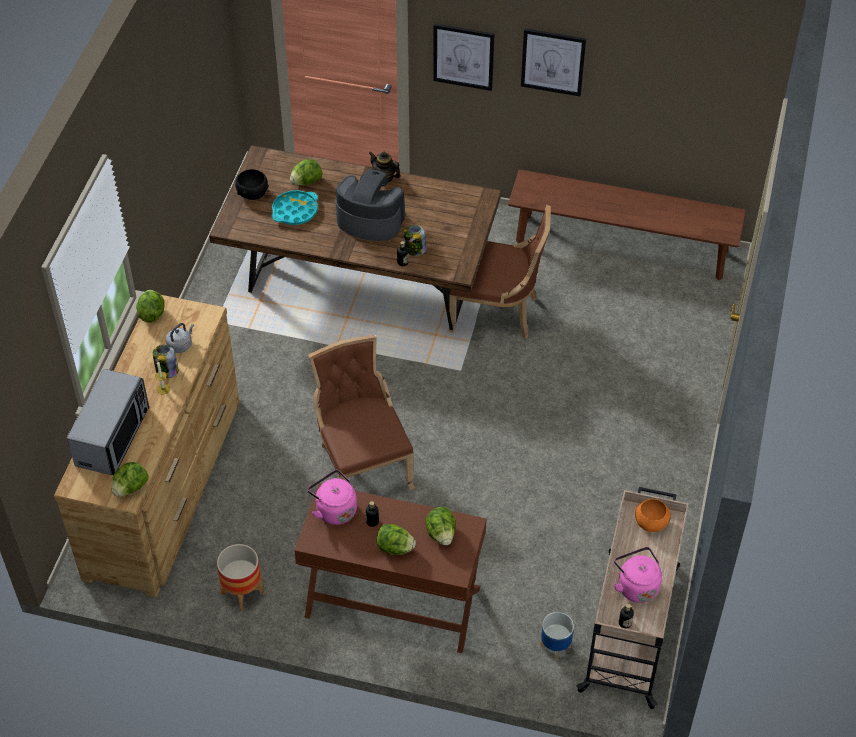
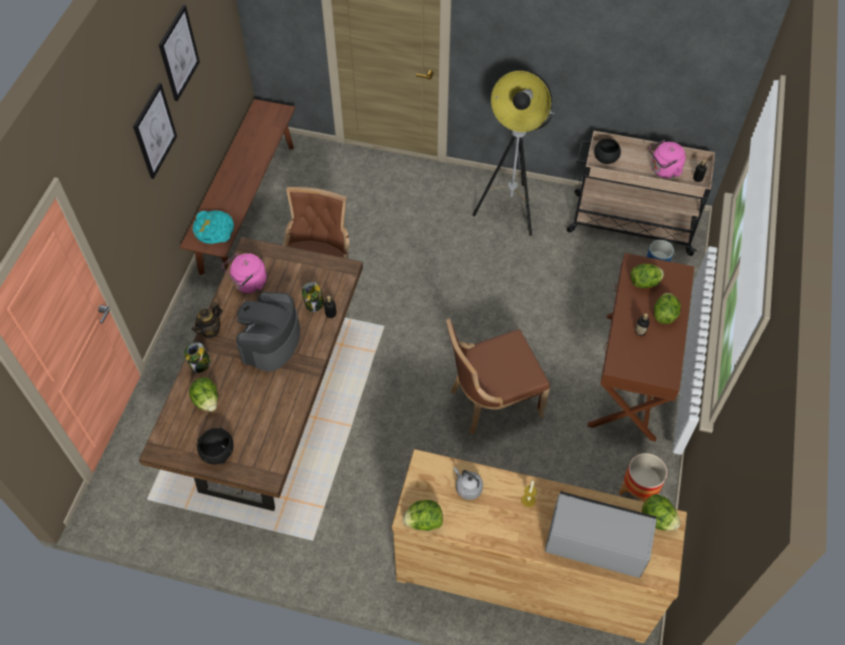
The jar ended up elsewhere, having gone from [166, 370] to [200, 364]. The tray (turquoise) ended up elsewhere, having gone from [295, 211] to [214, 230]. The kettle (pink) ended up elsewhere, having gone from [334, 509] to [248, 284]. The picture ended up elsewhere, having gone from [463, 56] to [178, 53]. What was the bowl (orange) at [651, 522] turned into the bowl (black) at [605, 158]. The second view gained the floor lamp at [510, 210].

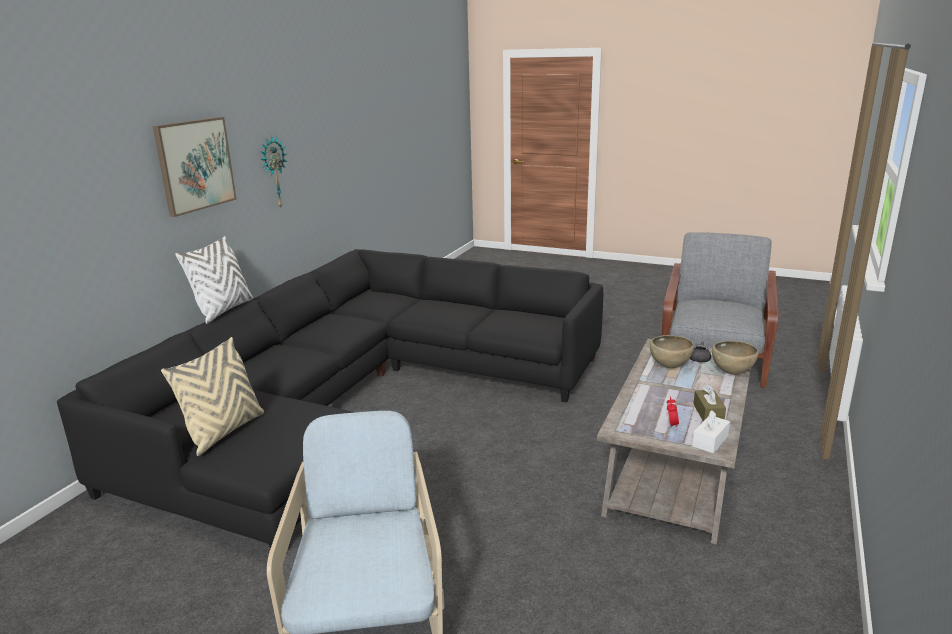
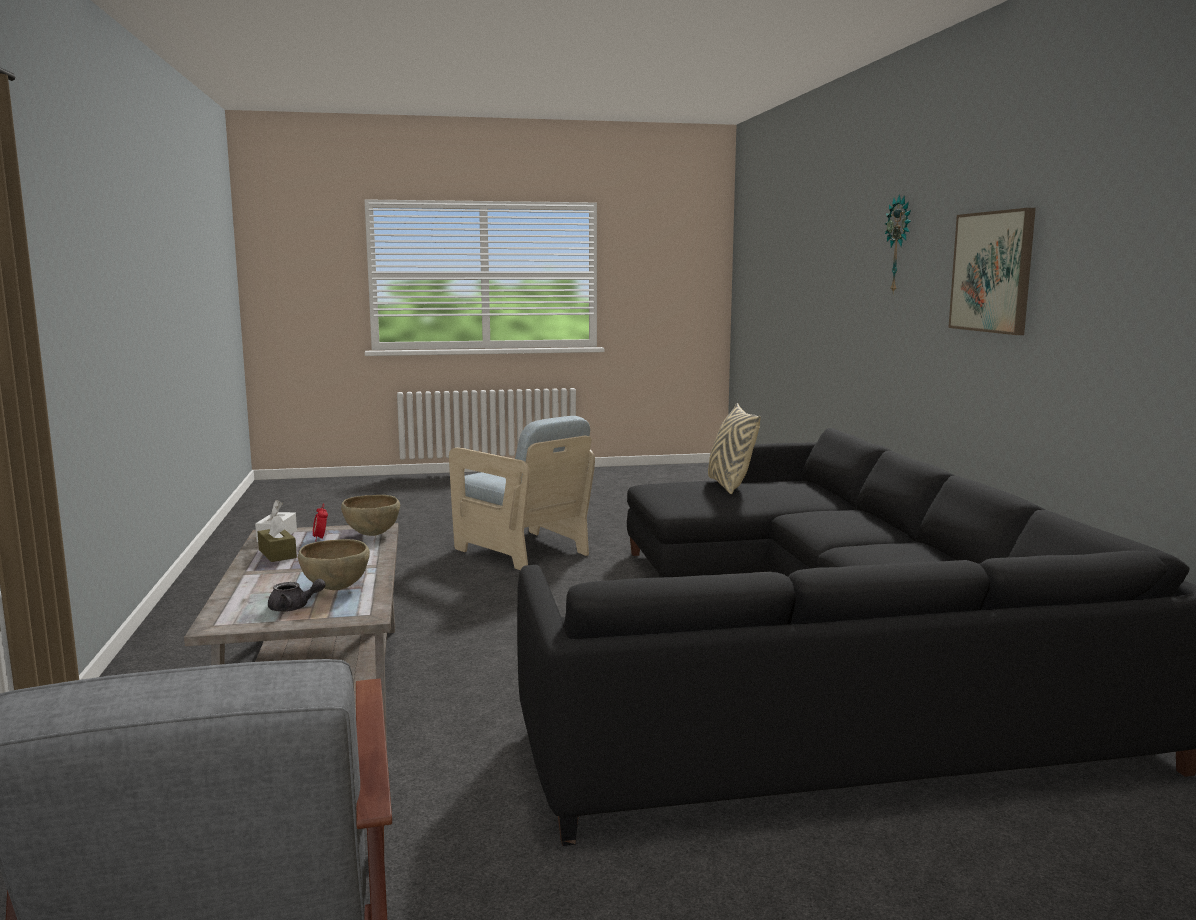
The second view lost the pillow (white) at [223, 310]. The wall clock ended up elsewhere, having gone from [273, 172] to [900, 244]. The bowl (brown) ended up elsewhere, having gone from [732, 373] to [371, 535].

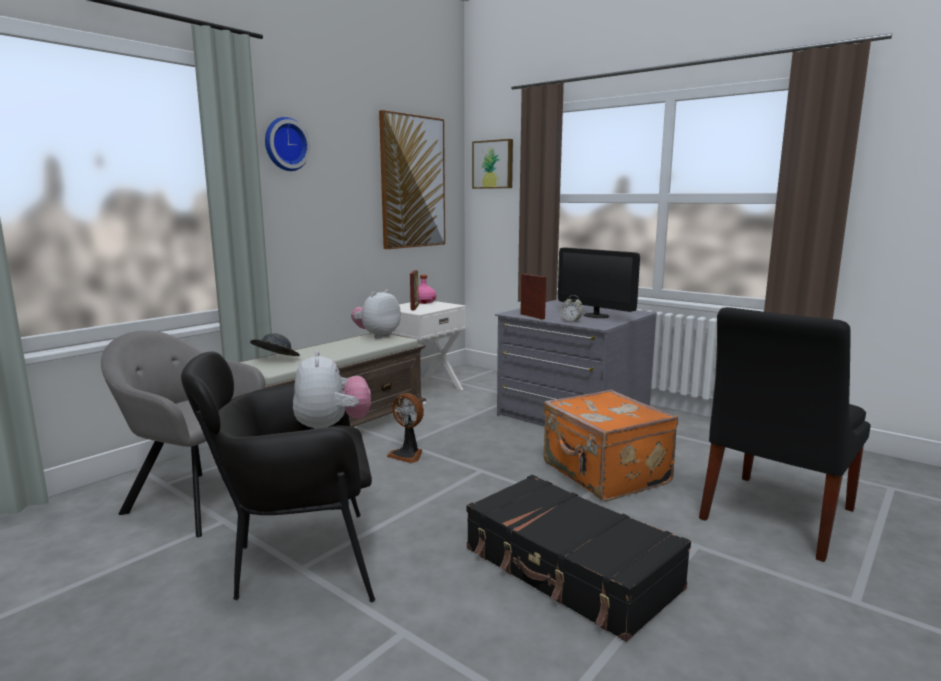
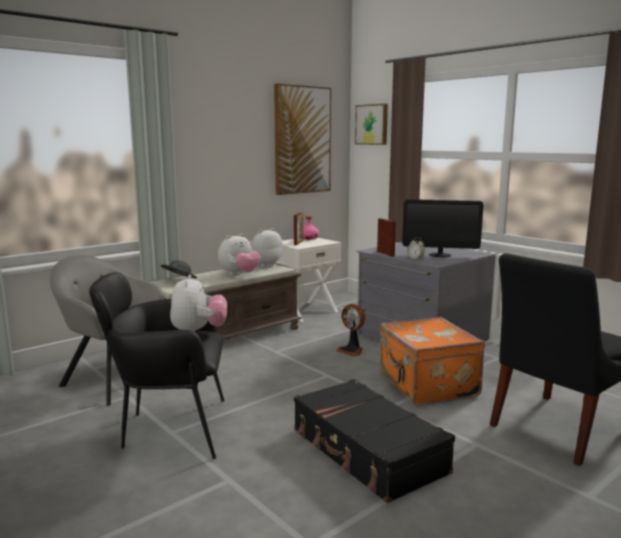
The second view lost the wall clock at [285, 144]. The fan ended up elsewhere, having gone from [407, 455] to [351, 351]. The monitor at [596, 316] ended up facing another way, 45 degrees counterclockwise from before. The second view gained the plush toy at [239, 274].

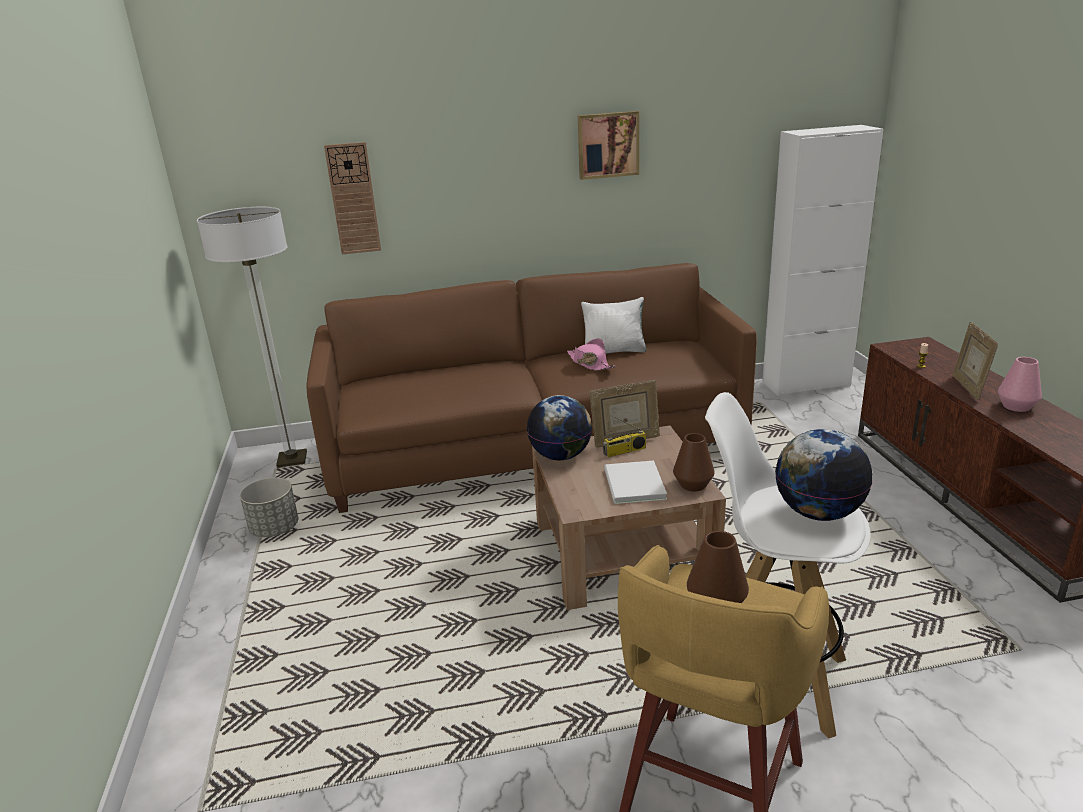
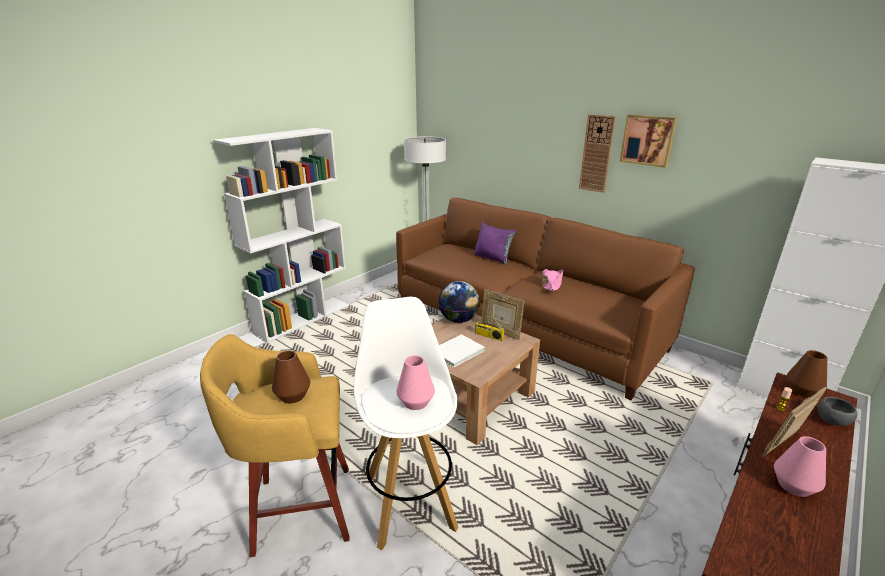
The second view lost the planter (grey) at [275, 529]. The wall clock ended up elsewhere, having gone from [353, 199] to [597, 153]. The second view lost the pillow (white) at [615, 351]. The vase (brown) ended up elsewhere, having gone from [693, 484] to [802, 391]. Where the globe stood at [818, 512], the vase (pink) came to stand at [415, 402]. The second view gained the bookcase (white) at [303, 318]. The second view gained the pillow (purple) at [493, 258]. The second view gained the bowl (grey) at [833, 420].

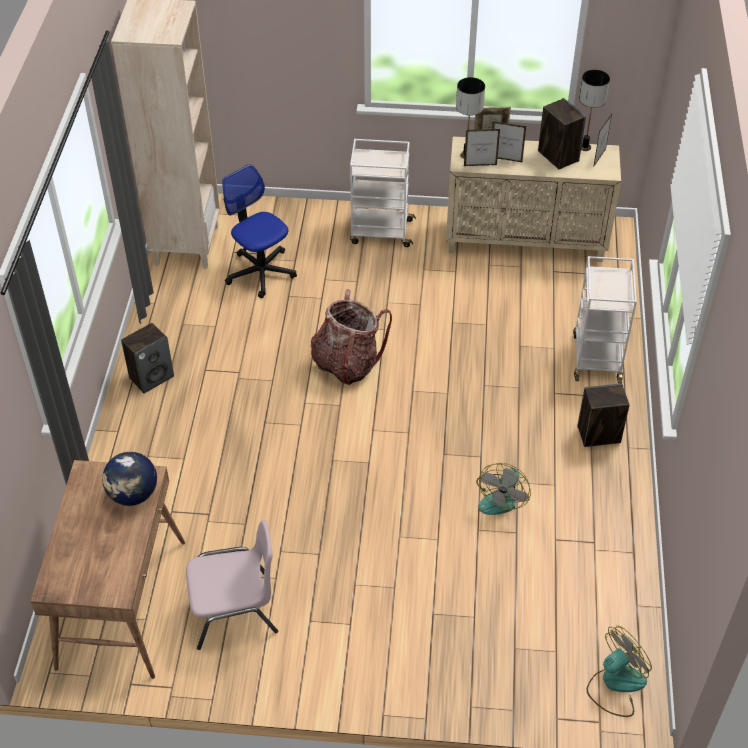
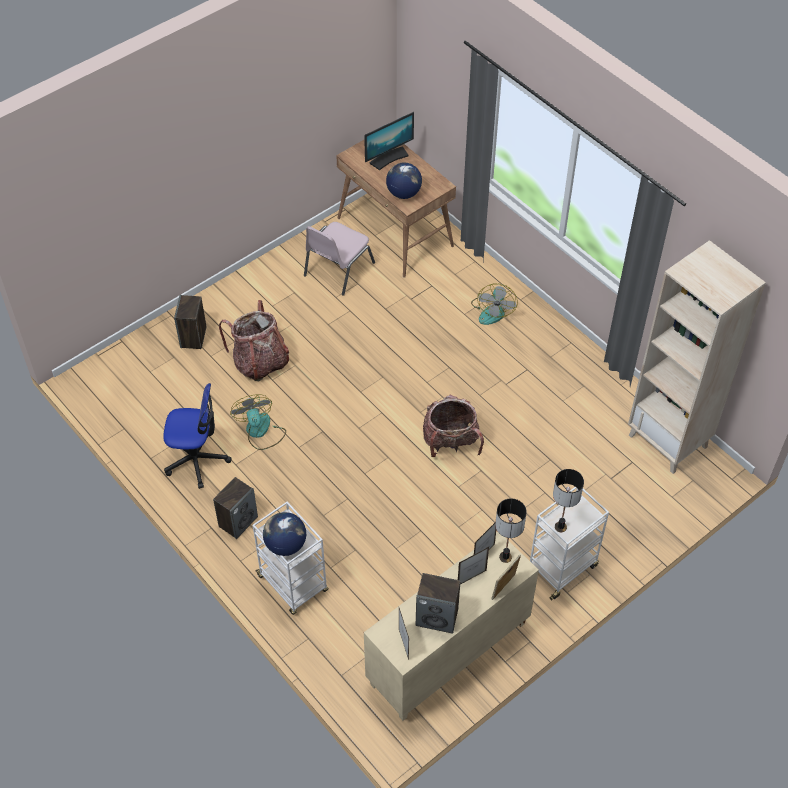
The speaker ended up elsewhere, having gone from [151, 377] to [193, 337]. The office chair ended up elsewhere, having gone from [261, 272] to [197, 459]. The table lamp ended up elsewhere, having gone from [585, 147] to [560, 527]. The fan ended up elsewhere, having gone from [615, 684] to [492, 310]. The second view gained the backpack at [260, 362]. The second view gained the globe at [285, 545]. The second view gained the monitor at [388, 158].

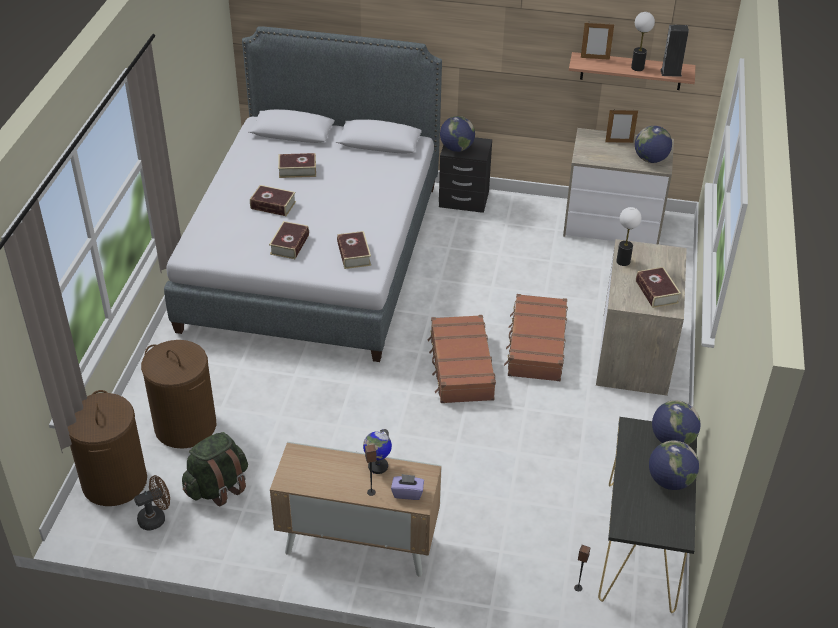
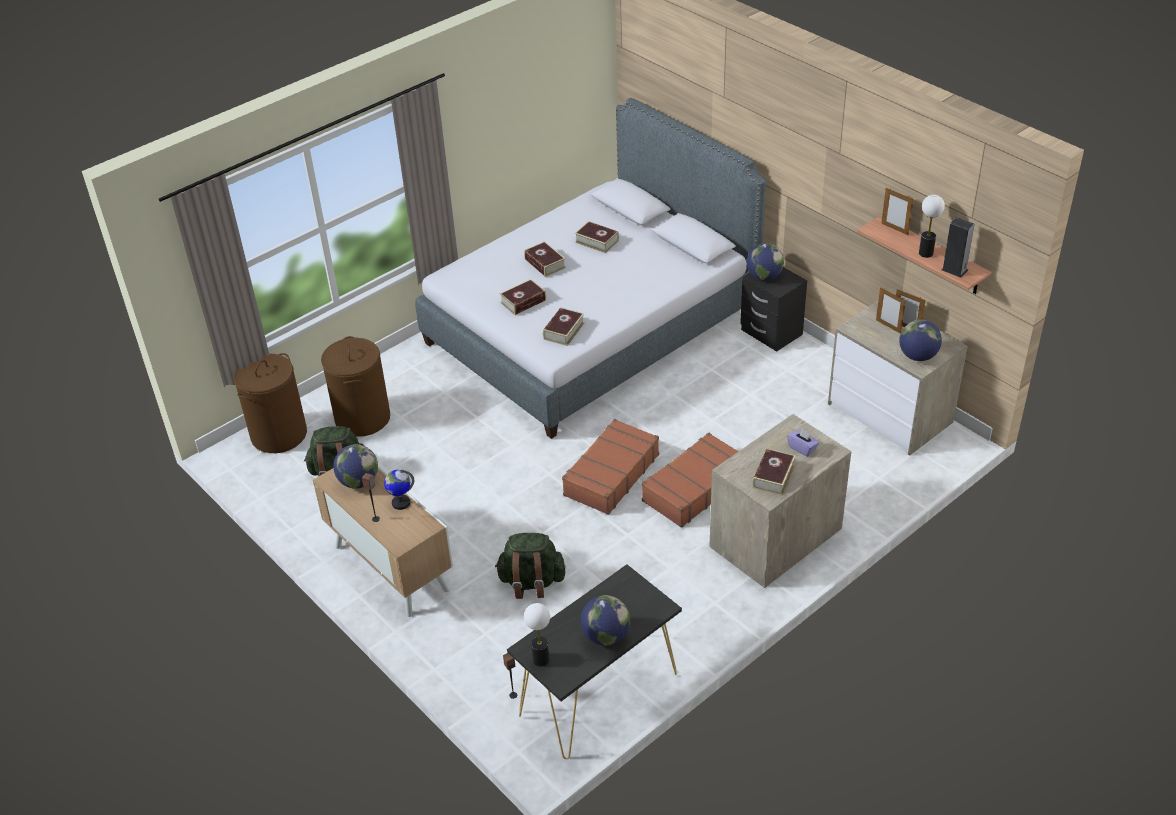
The second view lost the fan (brown) at [156, 518]. The tissue box (purple) ended up elsewhere, having gone from [407, 493] to [802, 448]. The table lamp ended up elsewhere, having gone from [623, 261] to [541, 659]. The globe ended up elsewhere, having gone from [672, 440] to [358, 482]. The second view gained the backpack (green) at [531, 582]. The second view gained the picture frame at [888, 326].

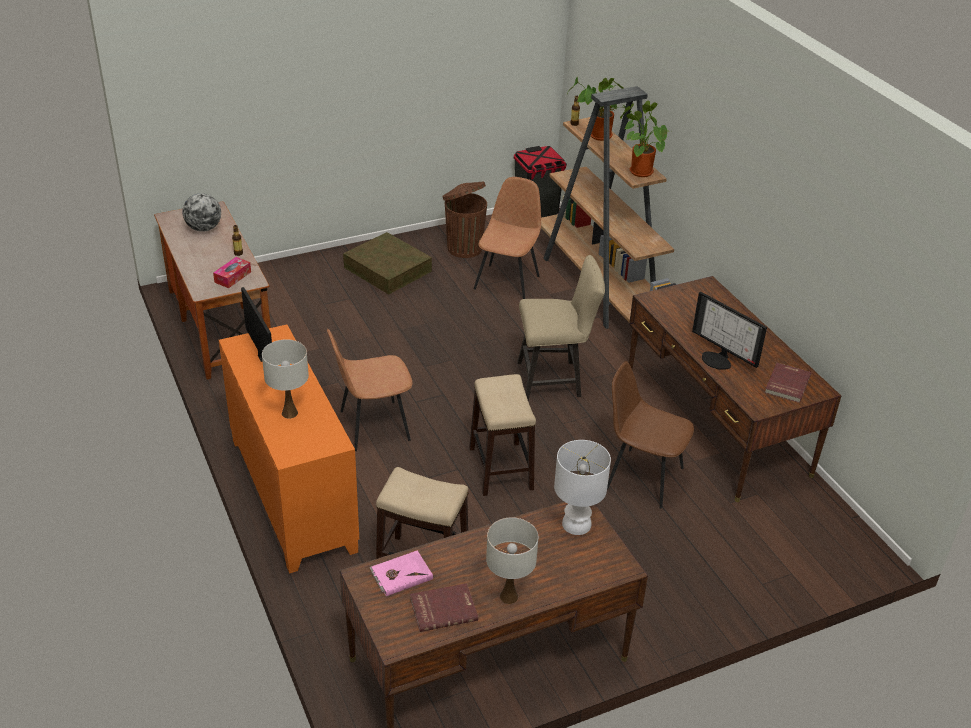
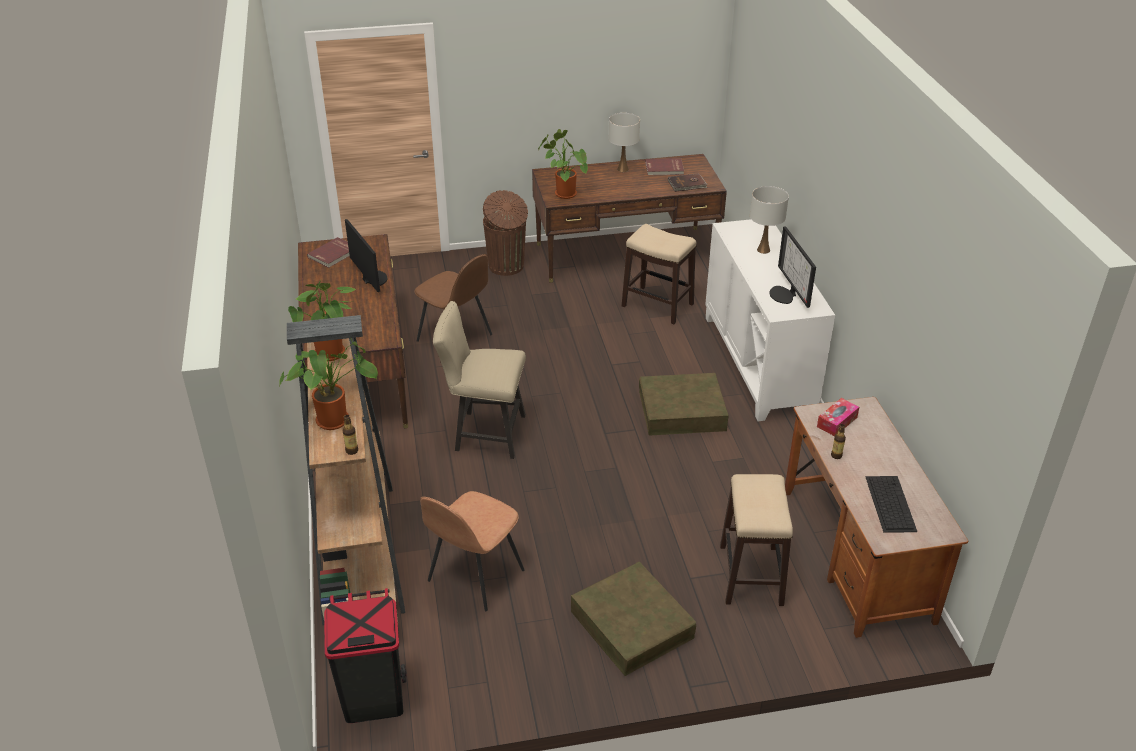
Where the globe stood at [204, 228], the keyboard came to stand at [890, 503]. What was the cabinet (orange) at [291, 494] turned into the cabinet (white) at [759, 363]. Where the chair (brown) stood at [372, 426], the storage box (brown) came to stand at [682, 411]. What was the book (pink) at [401, 574] turned into the book (brown) at [687, 184]. The trash can (brown) ended up elsewhere, having gone from [463, 248] to [506, 266]. The stool ended up elsewhere, having gone from [501, 469] to [751, 574]. Where the table lamp (white) stood at [576, 525], the potted plant came to stand at [563, 193].

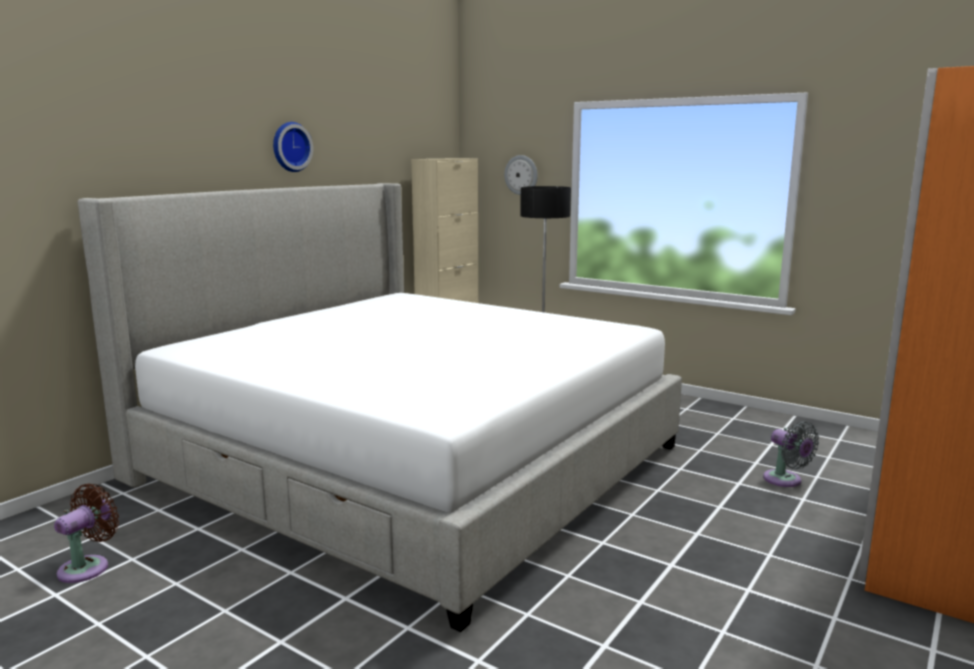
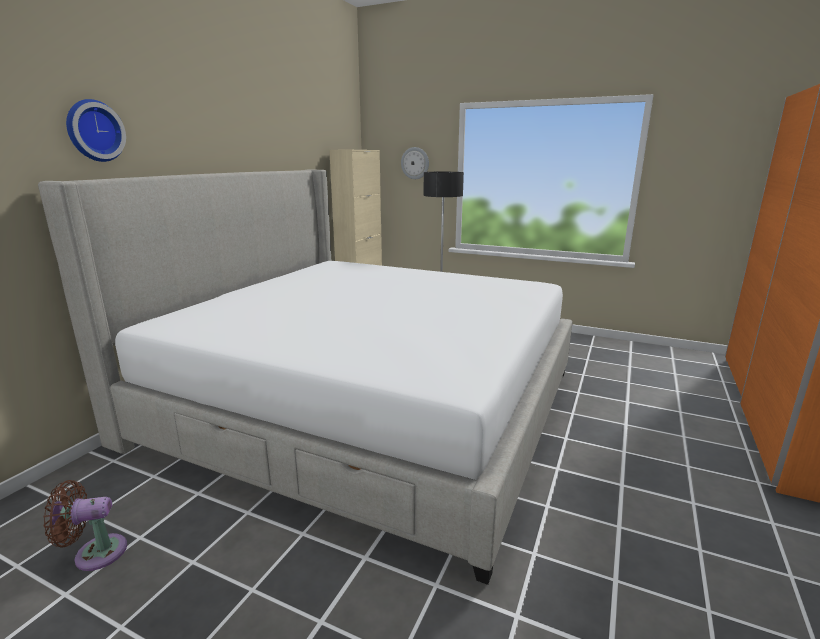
The fan (brown) at [88, 567] ended up facing another way, 120 degrees counterclockwise from before. The wall clock ended up elsewhere, having gone from [290, 147] to [93, 131]. The second view lost the fan (grey) at [785, 480].

